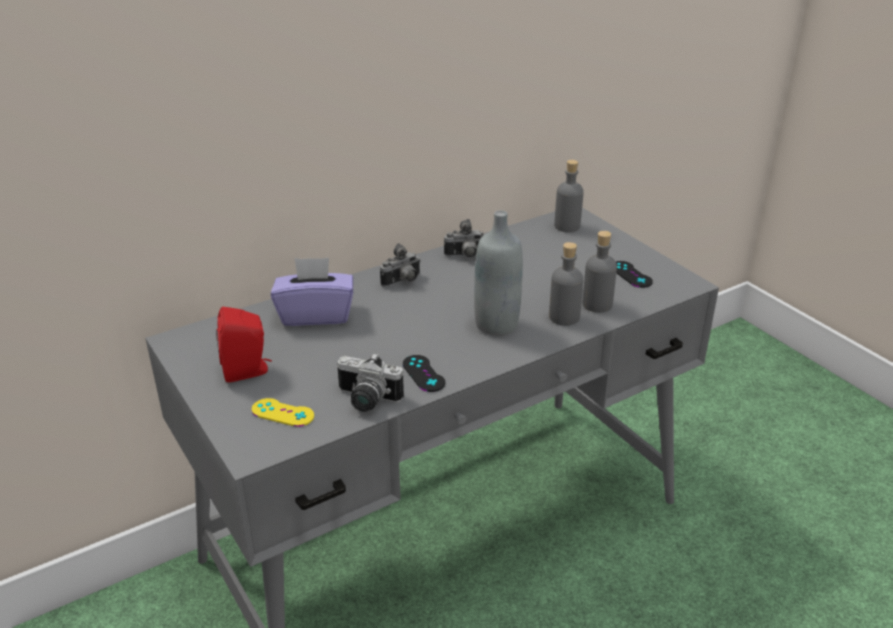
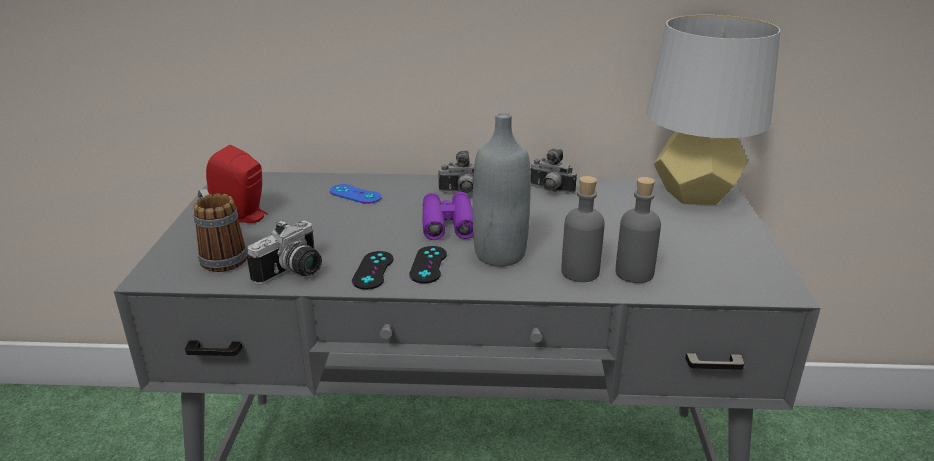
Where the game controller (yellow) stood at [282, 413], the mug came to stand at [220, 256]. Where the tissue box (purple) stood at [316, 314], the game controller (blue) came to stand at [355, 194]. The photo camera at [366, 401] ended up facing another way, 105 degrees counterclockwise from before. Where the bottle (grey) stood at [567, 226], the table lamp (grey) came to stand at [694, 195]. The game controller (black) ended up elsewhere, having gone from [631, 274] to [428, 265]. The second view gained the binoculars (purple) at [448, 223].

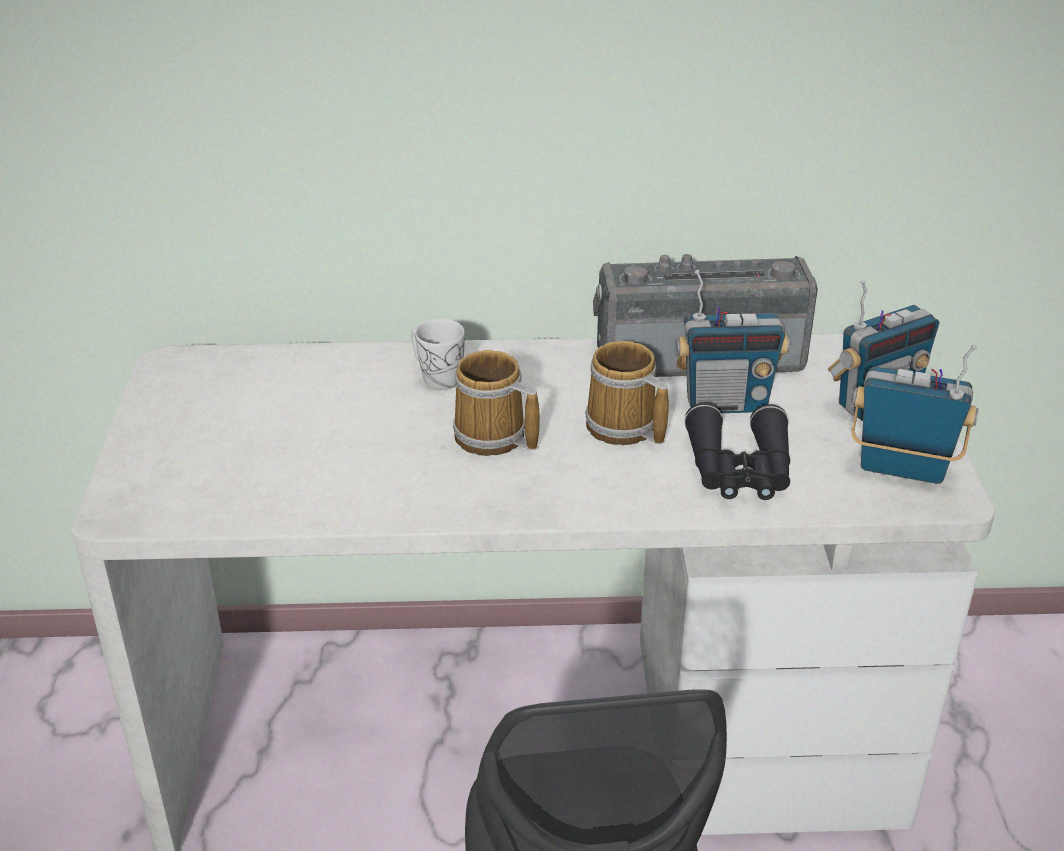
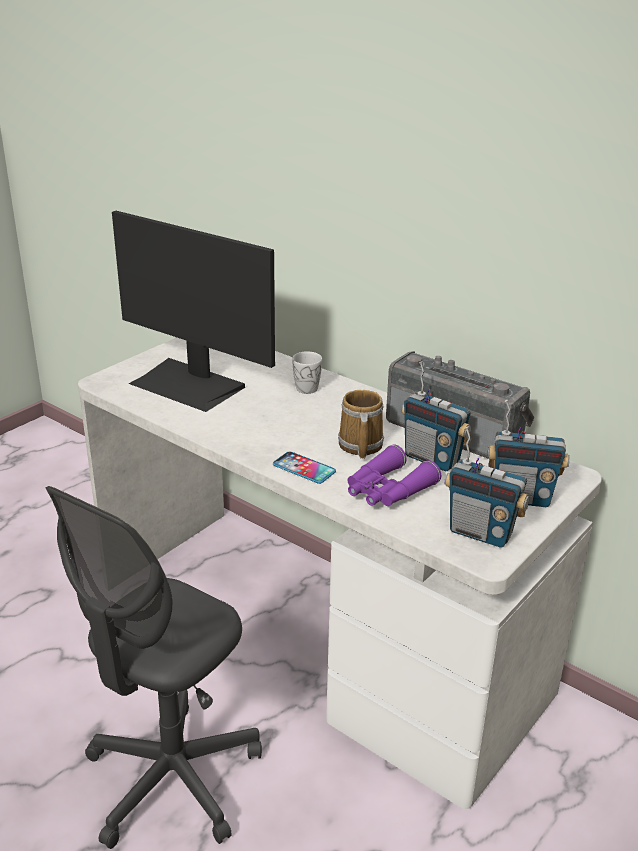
The second view lost the mug at [492, 438]. What was the binoculars (black) at [739, 471] turned into the binoculars (purple) at [387, 490]. The radio at [902, 469] ended up facing another way, 150 degrees clockwise from before. The second view gained the monitor at [189, 384]. The second view gained the phone at [304, 468].

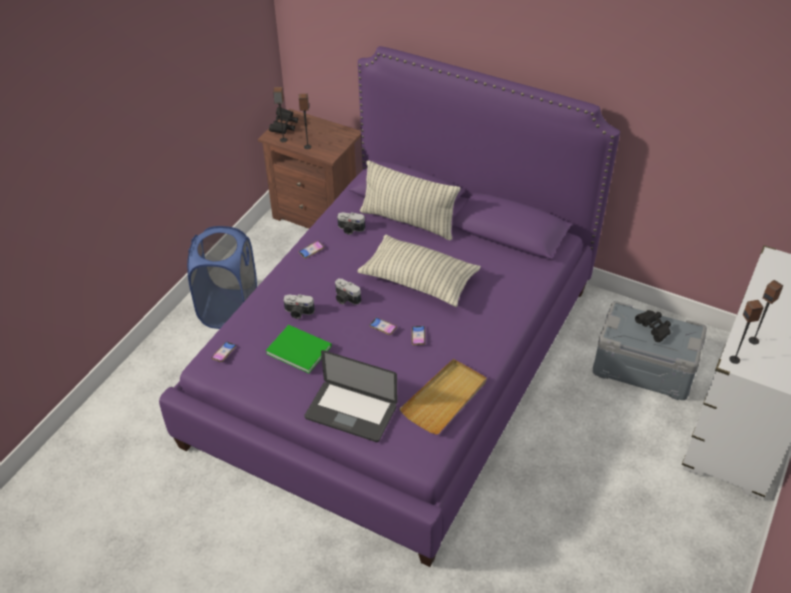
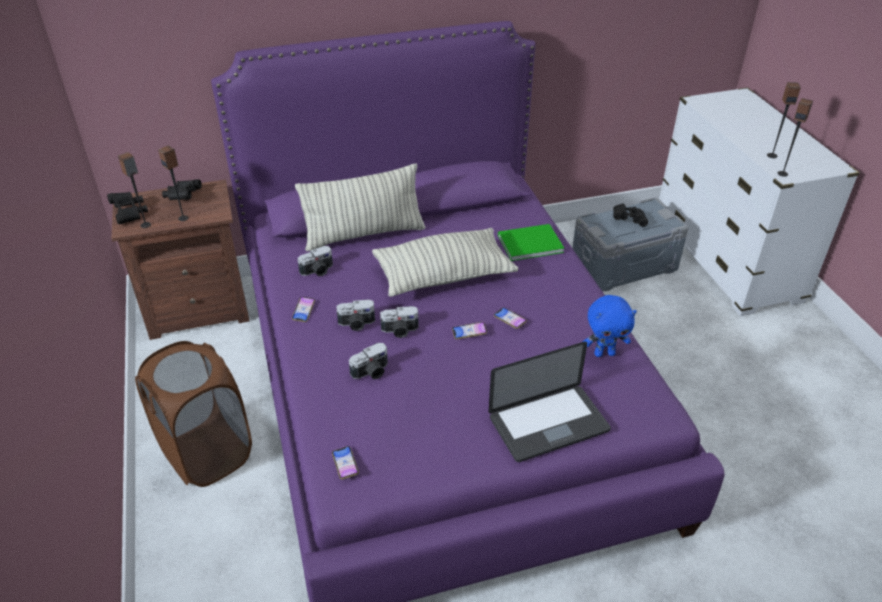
What was the laundry basket (blue) at [229, 309] turned into the laundry basket (brown) at [207, 453]. The book (green) ended up elsewhere, having gone from [298, 348] to [528, 243]. Where the tray (beige) stood at [445, 398], the plush toy (blue) came to stand at [604, 353]. The second view gained the binoculars (black) at [183, 197]. The second view gained the photo camera at [356, 324].

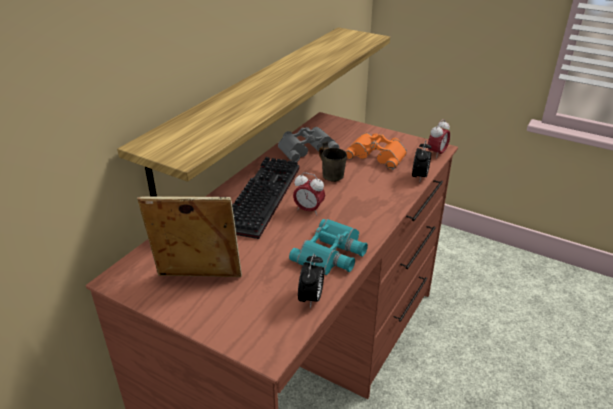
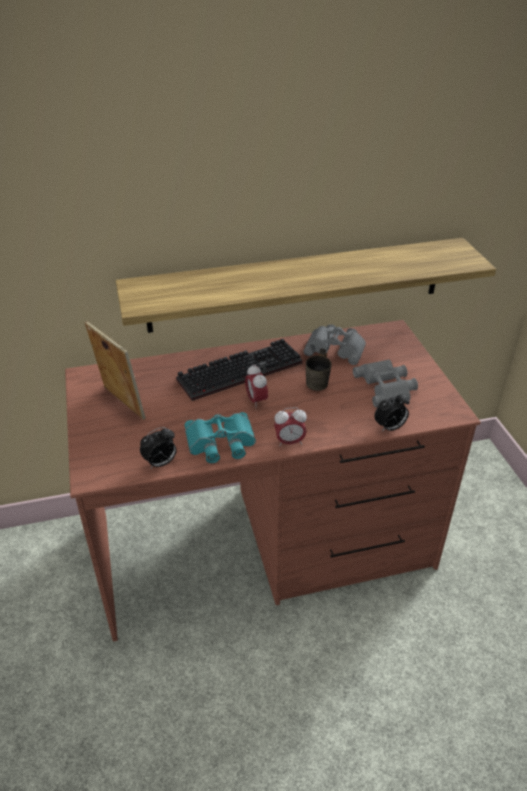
What was the binoculars (orange) at [377, 155] turned into the binoculars (grey) at [387, 387]. The alarm clock ended up elsewhere, having gone from [437, 154] to [289, 442].

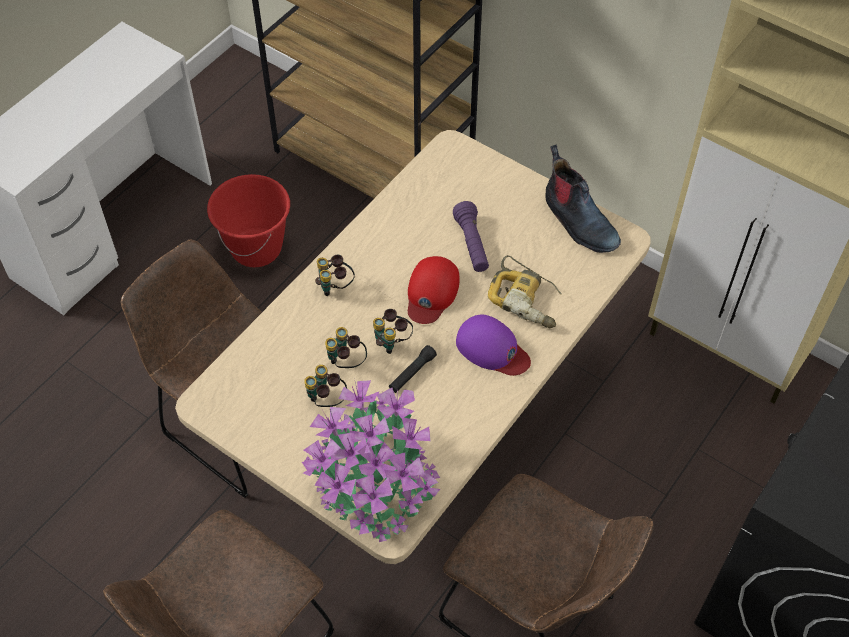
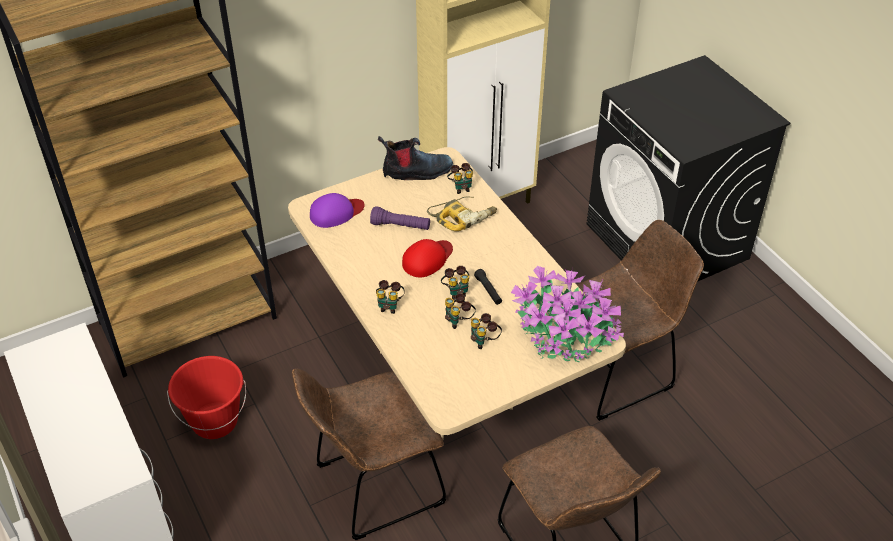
The cap (red) at [431, 292] ended up facing another way, 90 degrees counterclockwise from before. The cap (purple) ended up elsewhere, having gone from [492, 349] to [336, 213]. The second view gained the binoculars at [461, 187].

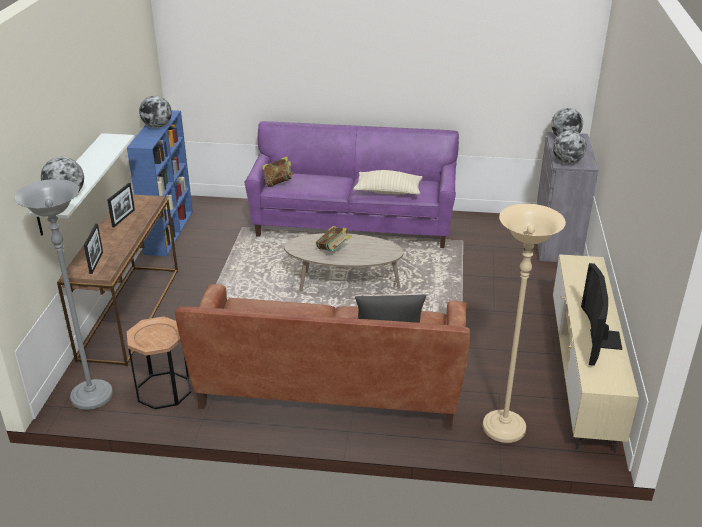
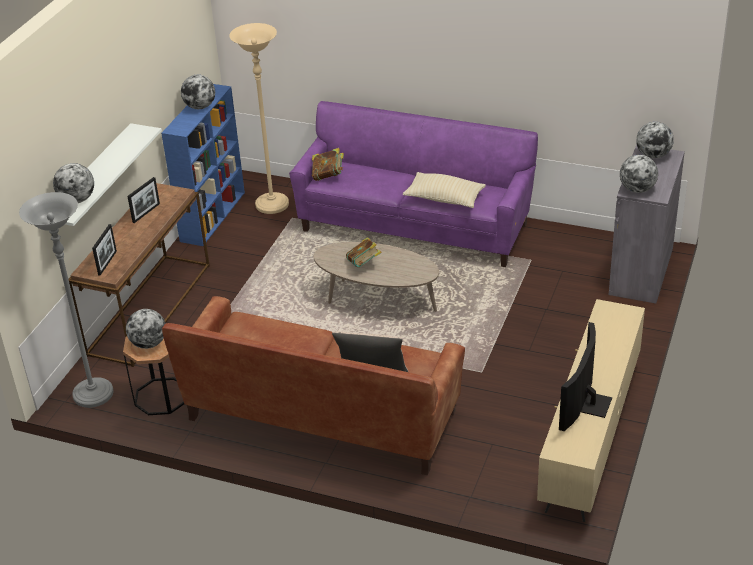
The floor lamp (beige) ended up elsewhere, having gone from [503, 428] to [272, 205]. The second view gained the globe at [149, 343].

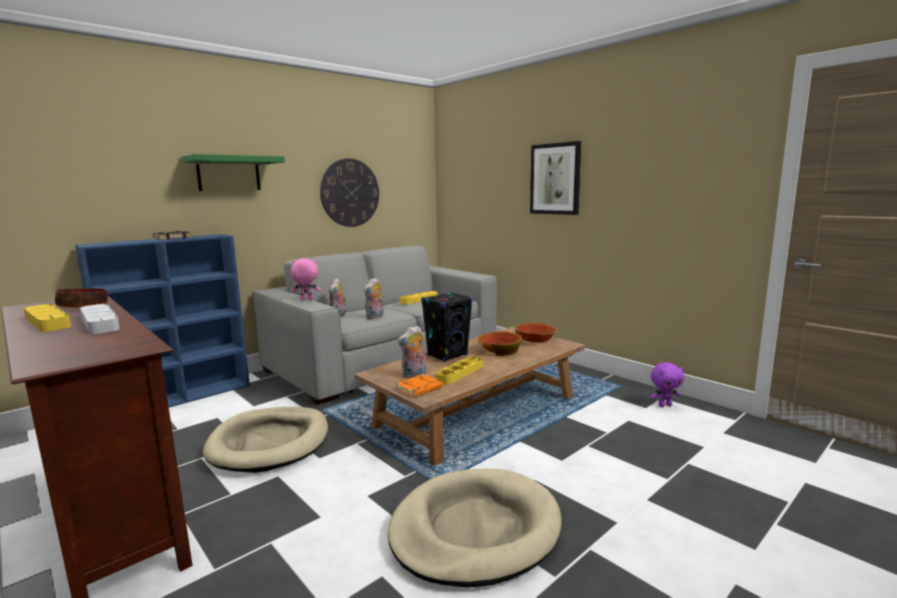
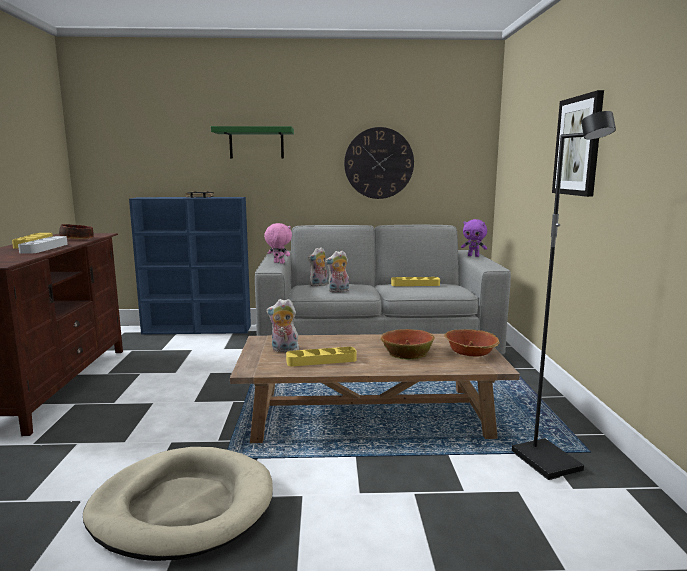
The second view lost the dog bed (beige) at [270, 443]. The second view lost the book (orange) at [419, 389]. The second view lost the speaker (black) at [447, 355]. The plush toy (purple) ended up elsewhere, having gone from [664, 405] to [473, 256]. The second view gained the floor lamp (black) at [548, 462].

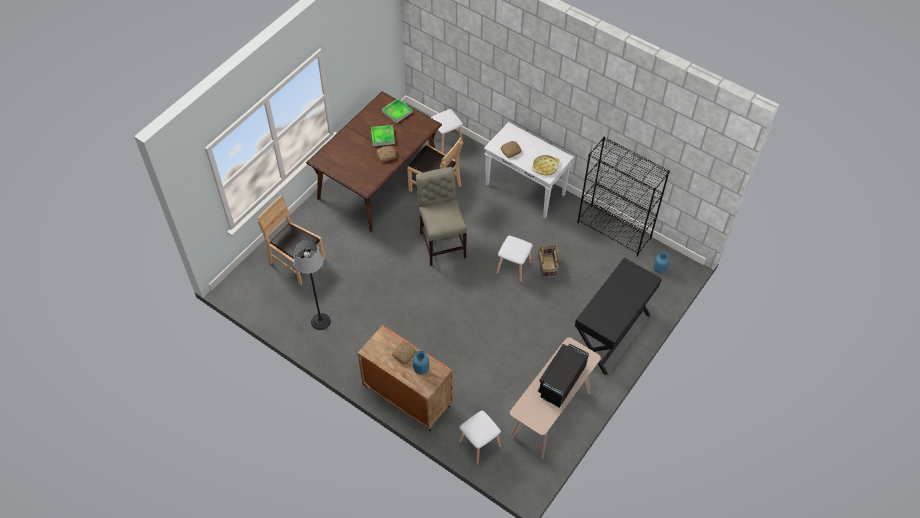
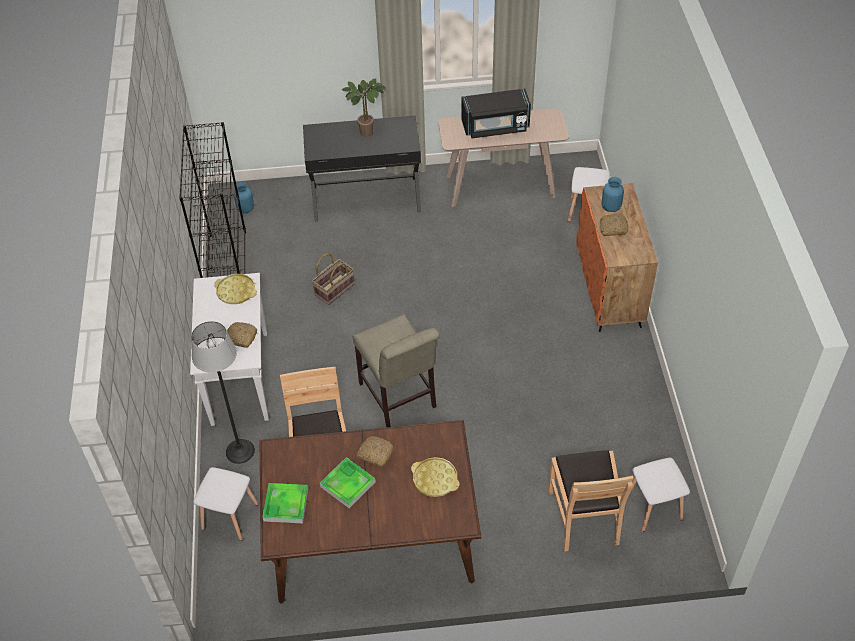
The floor lamp ended up elsewhere, having gone from [320, 321] to [240, 451]. The chair (beige) at [442, 242] ended up facing another way, 60 degrees counterclockwise from before. The stool (white) ended up elsewhere, having gone from [514, 268] to [654, 507]. The second view gained the potted plant at [368, 131]. The second view gained the tray (yellow) at [435, 479].

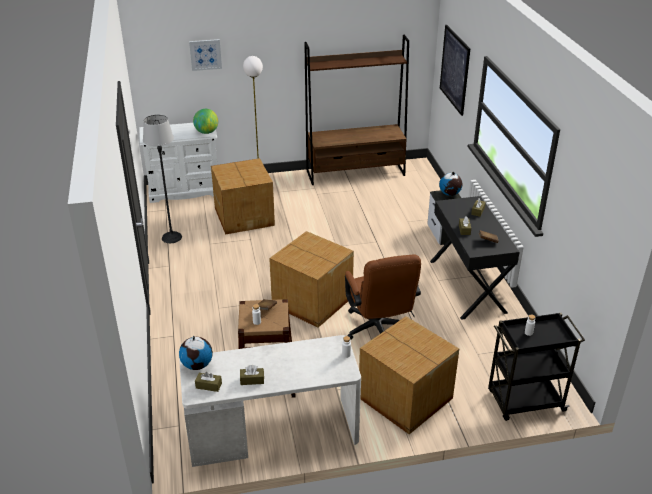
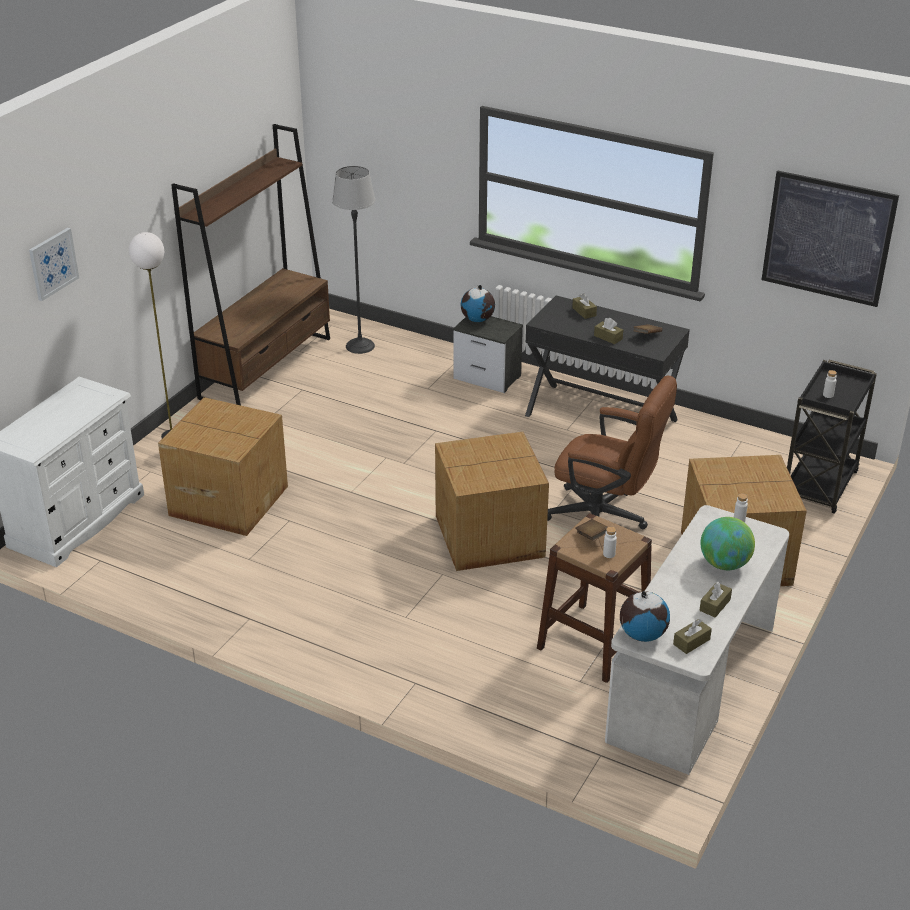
The floor lamp ended up elsewhere, having gone from [172, 237] to [360, 346]. The globe ended up elsewhere, having gone from [206, 132] to [724, 564]. The picture ended up elsewhere, having gone from [455, 69] to [828, 238].

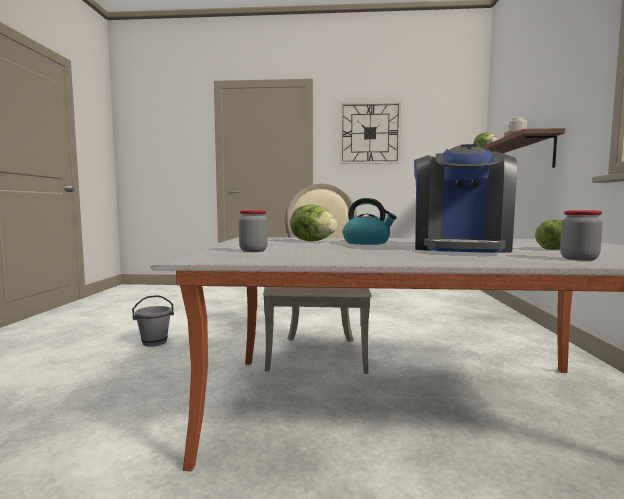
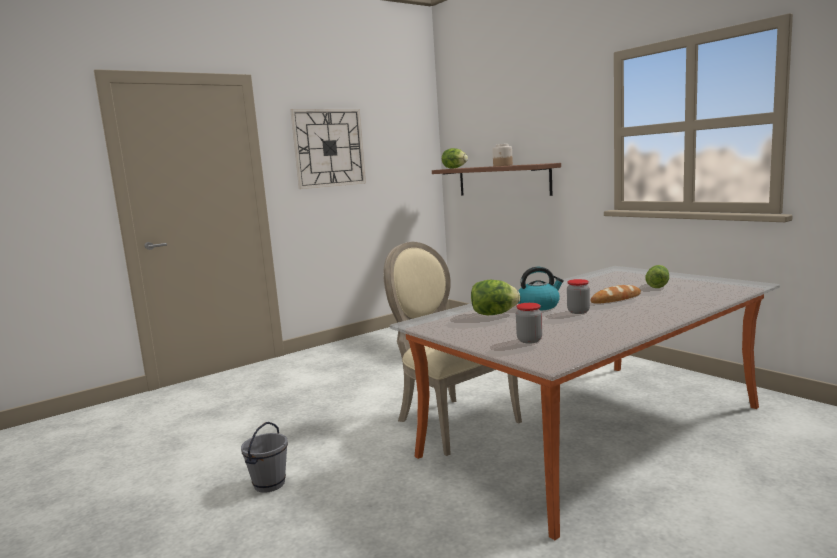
Where the coffee machine stood at [459, 248], the bread came to stand at [616, 299]. The jar ended up elsewhere, having gone from [579, 259] to [578, 311].

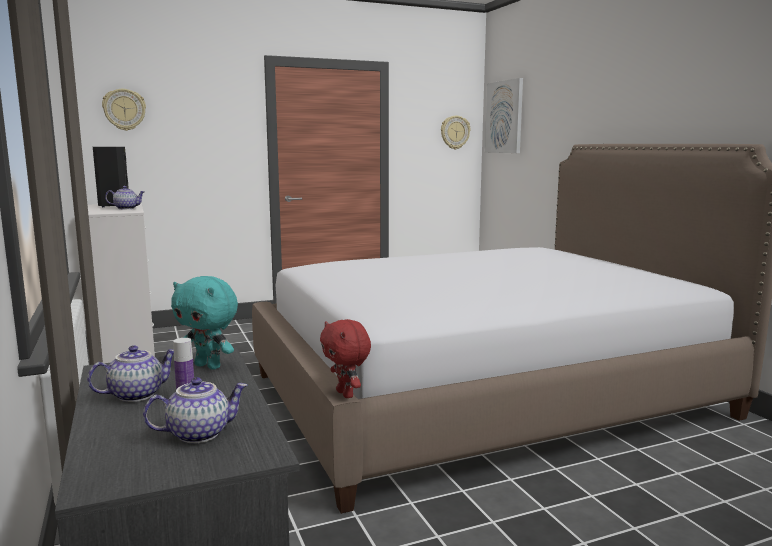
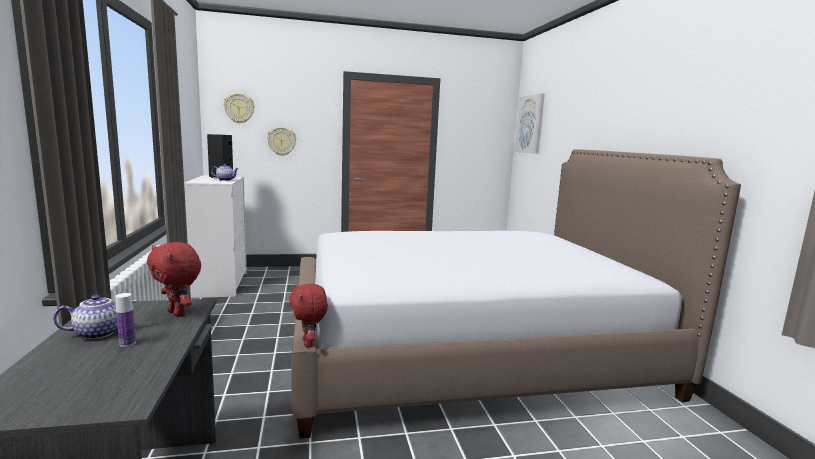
The second view lost the teapot at [199, 433]. What was the plush toy (turquoise) at [209, 366] turned into the plush toy (red) at [178, 313]. The wall clock ended up elsewhere, having gone from [455, 132] to [281, 141].

